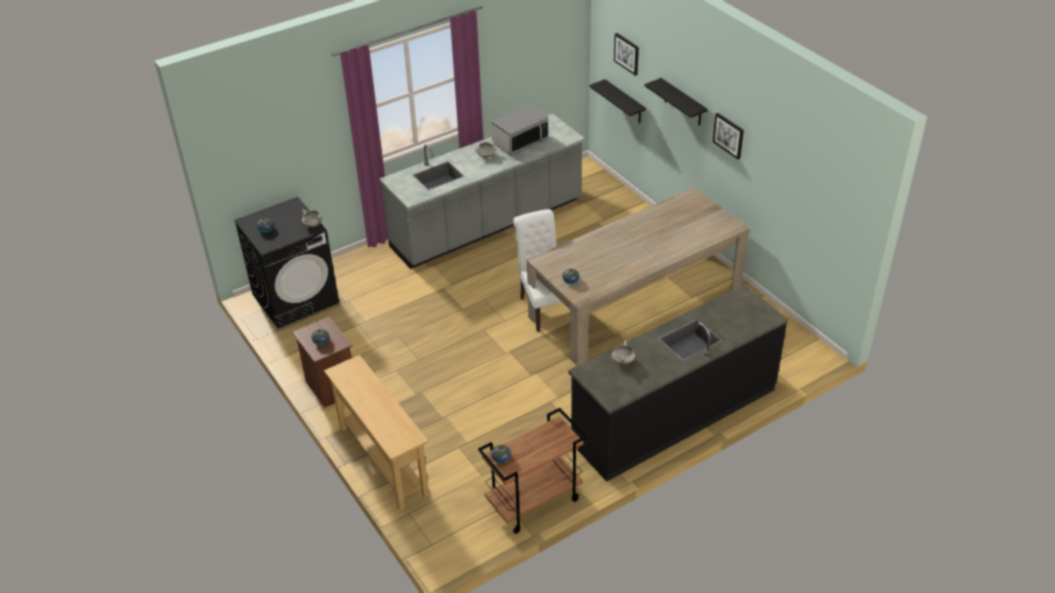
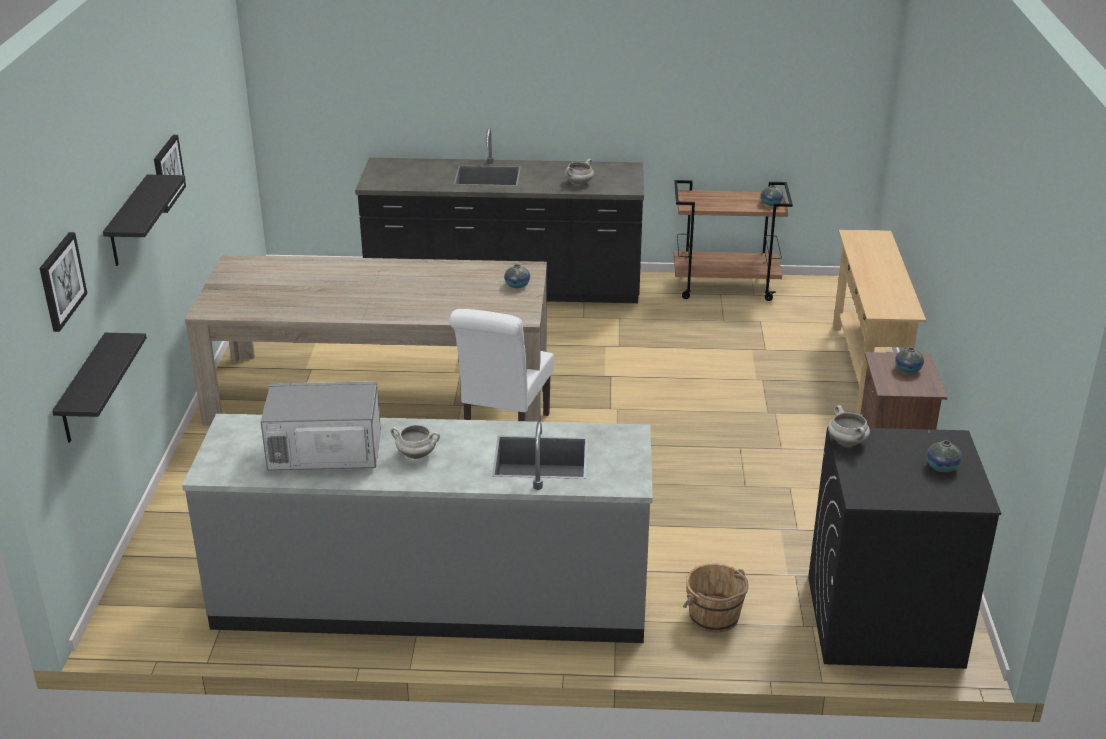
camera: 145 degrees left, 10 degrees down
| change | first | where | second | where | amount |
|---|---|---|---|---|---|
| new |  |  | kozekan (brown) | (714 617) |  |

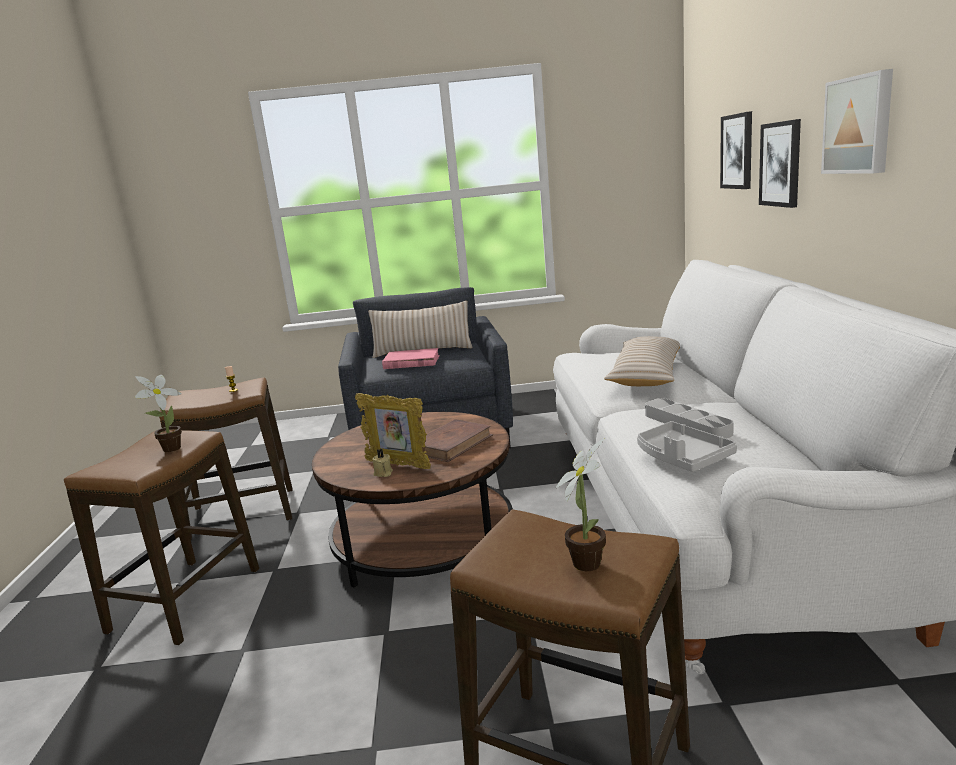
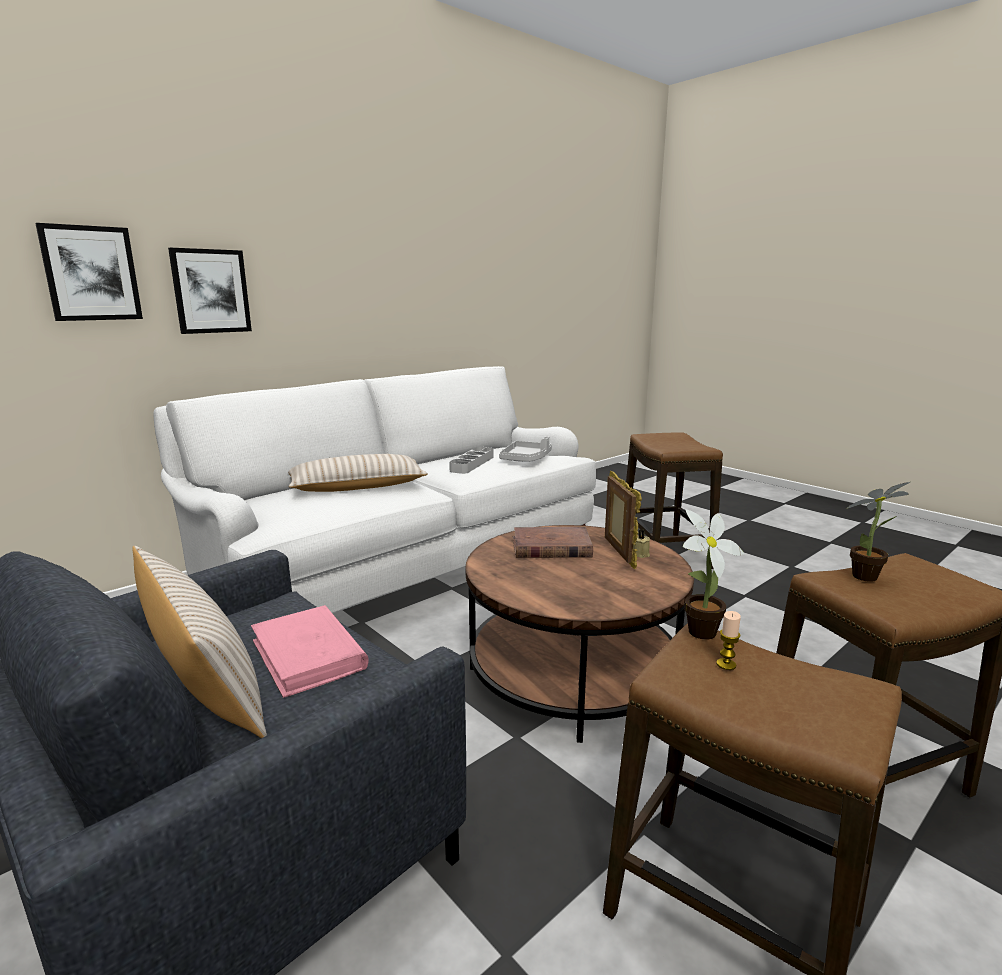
camera: 130 degrees left, 0 degrees up
| change | first | where | second | where | amount |
|---|---|---|---|---|---|
| gone | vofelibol | (859 125) |  |  |  |
| shifted | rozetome | (587 560) |  | (697 633) |  |

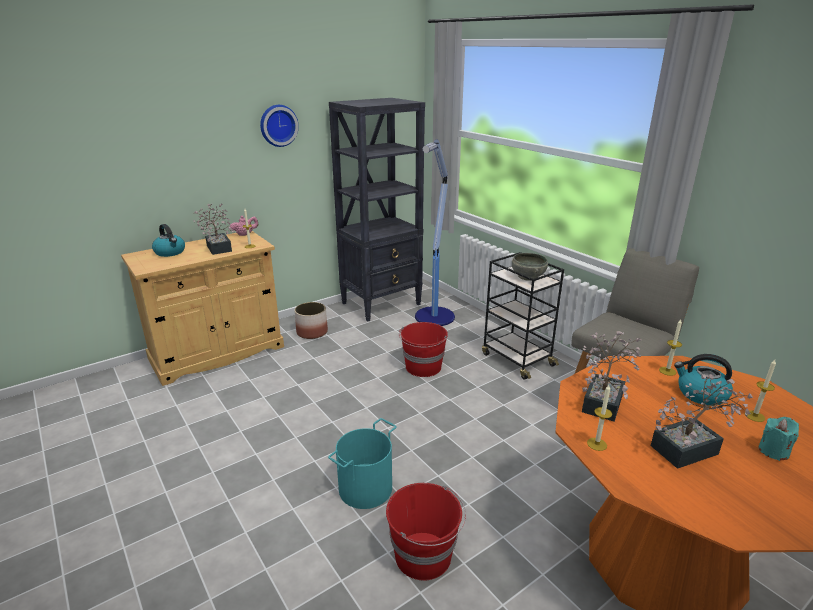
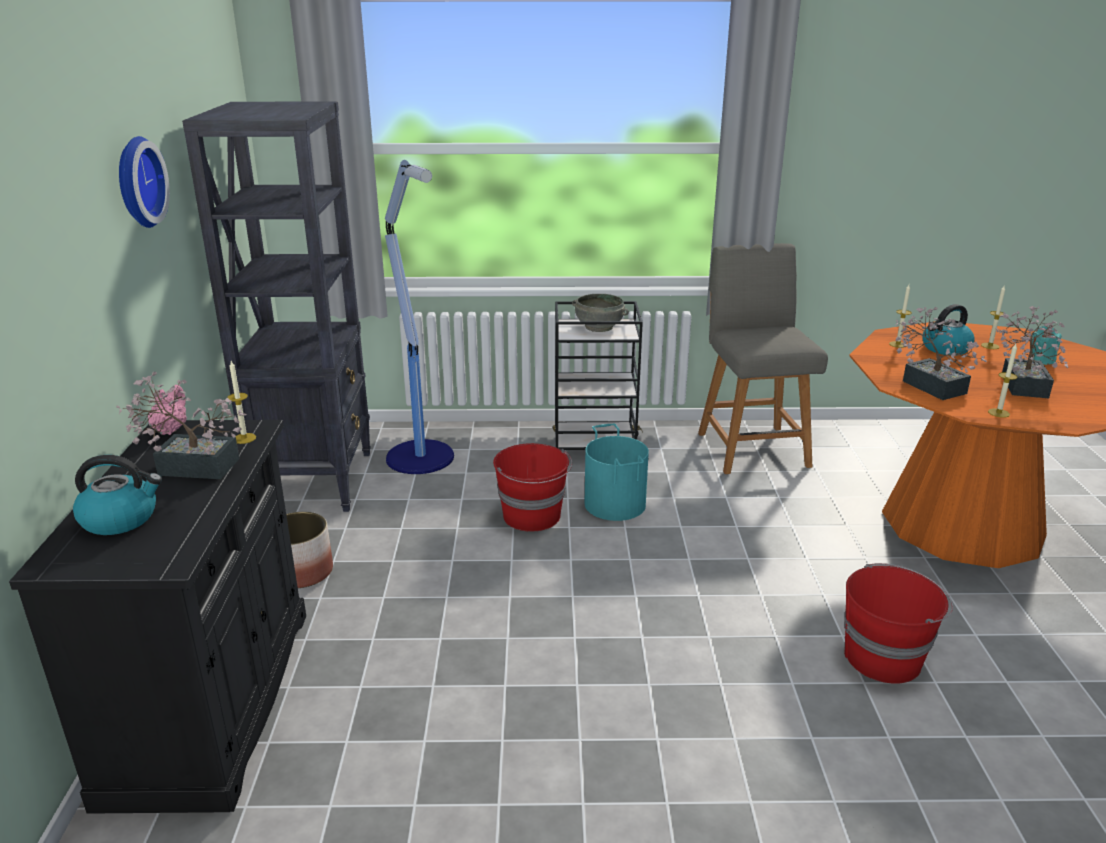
camera: 55 degrees left, 0 degrees up
| change | first | where | second | where | amount |
|---|---|---|---|---|---|
| shifted | kozekan (turquoise) | (366 488) |  | (616 504) |  |
| repainted | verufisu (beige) | (217 353) | verufisu (black) | (212 701) |  |

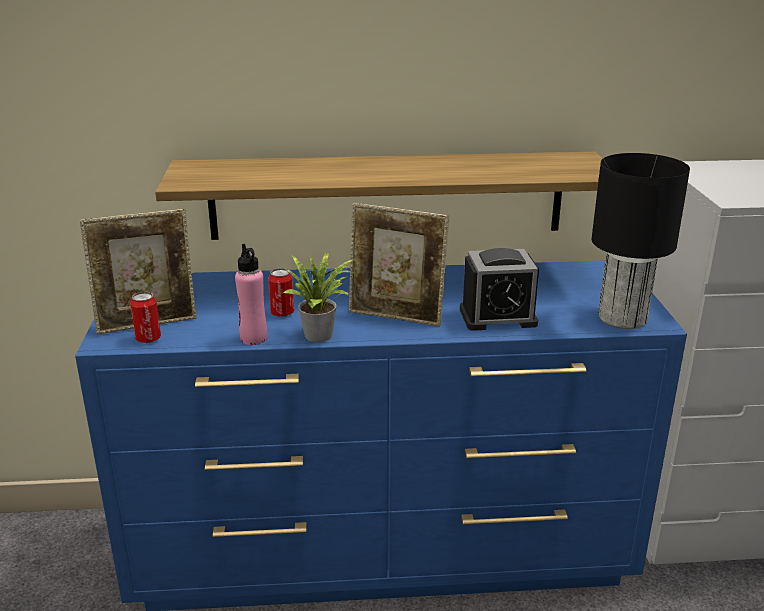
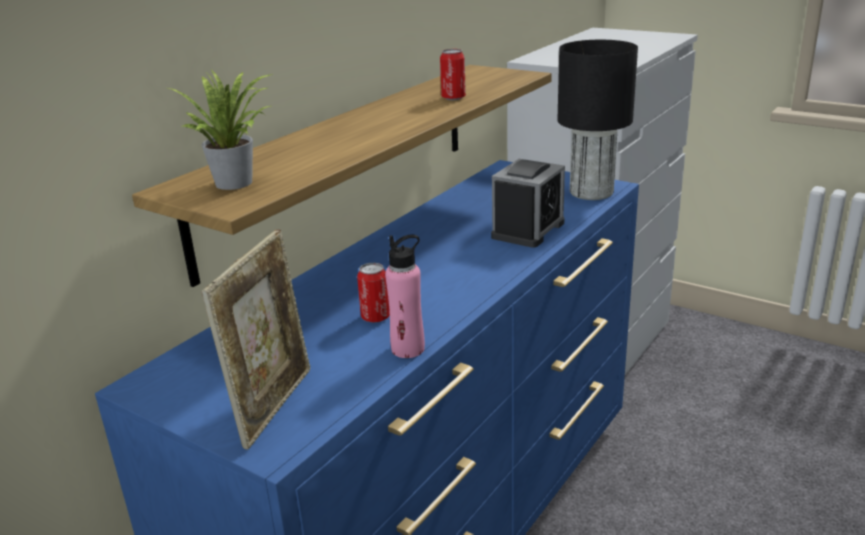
camera: 50 degrees left, 0 degrees up
| change | first | where | second | where | amount |
|---|---|---|---|---|---|
| gone | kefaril | (396 317) |  |  |  |
| shifted | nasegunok | (148 339) |  | (453 98) |  |
| shifted | rozetome | (322 335) |  | (237 181) |  |

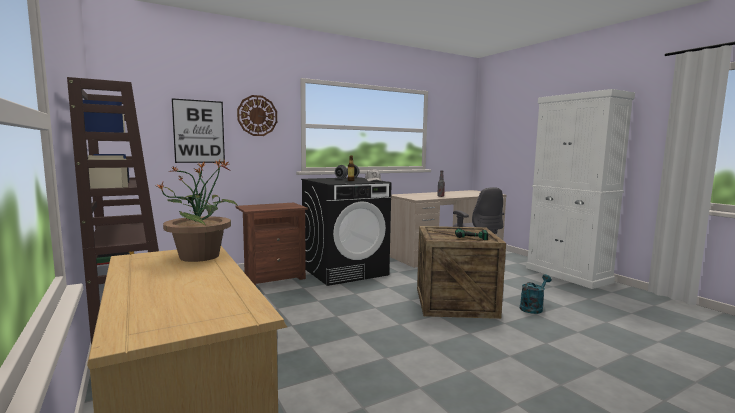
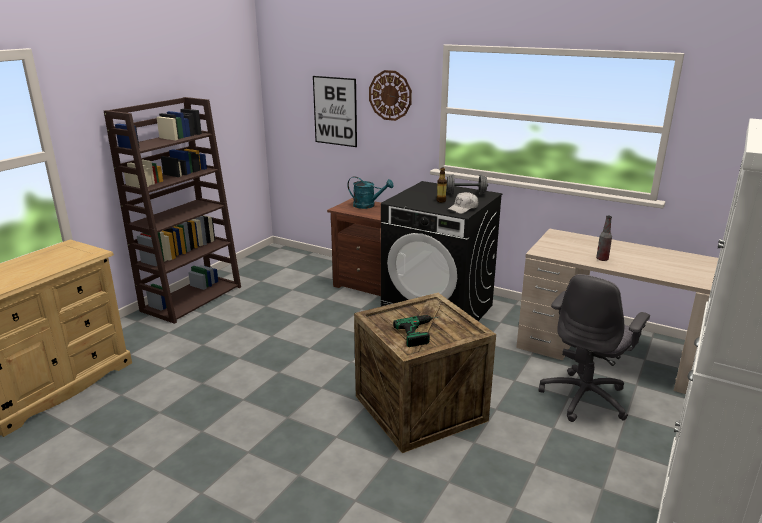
camera: 60 degrees right, 15 degrees up
| change | first | where | second | where | amount |
|---|---|---|---|---|---|
| gone | rozetome | (200 256) |  |  |  |
| shifted | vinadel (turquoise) | (533 308) |  | (368 205) |  |

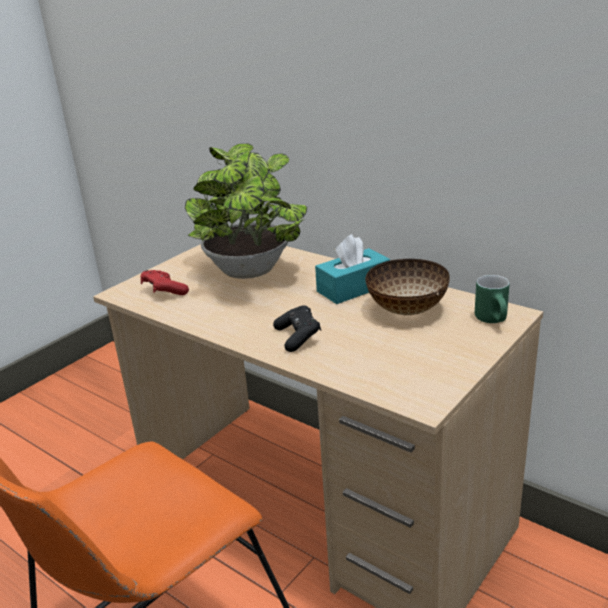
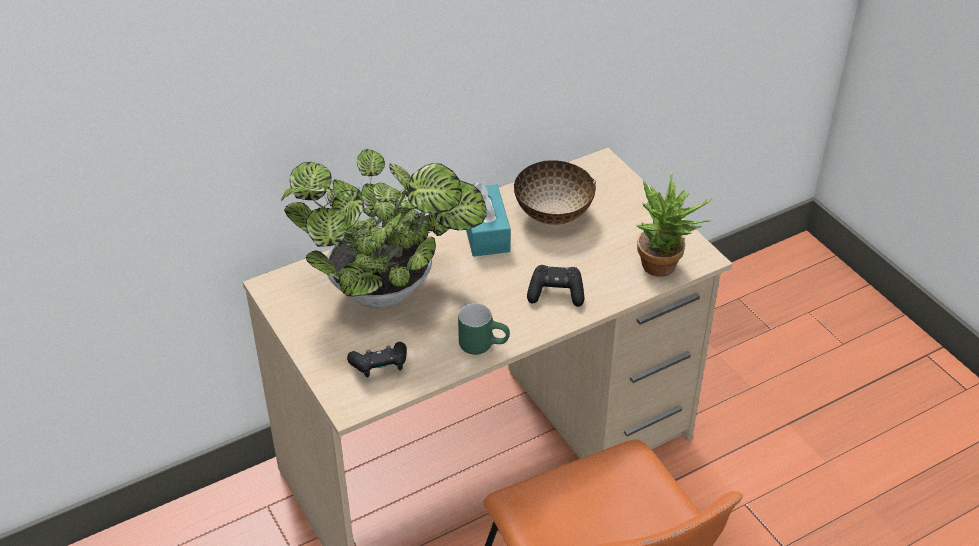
camera: 70 degrees left, 15 degrees up
| change | first | where | second | where | amount |
|---|---|---|---|---|---|
| new |  |  | rozetome | (665 269) |  |
| shifted | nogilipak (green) | (495 320) |  | (484 344) |  |
| repainted | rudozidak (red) | (164 292) | rudozidak (black) | (380 367) |  |

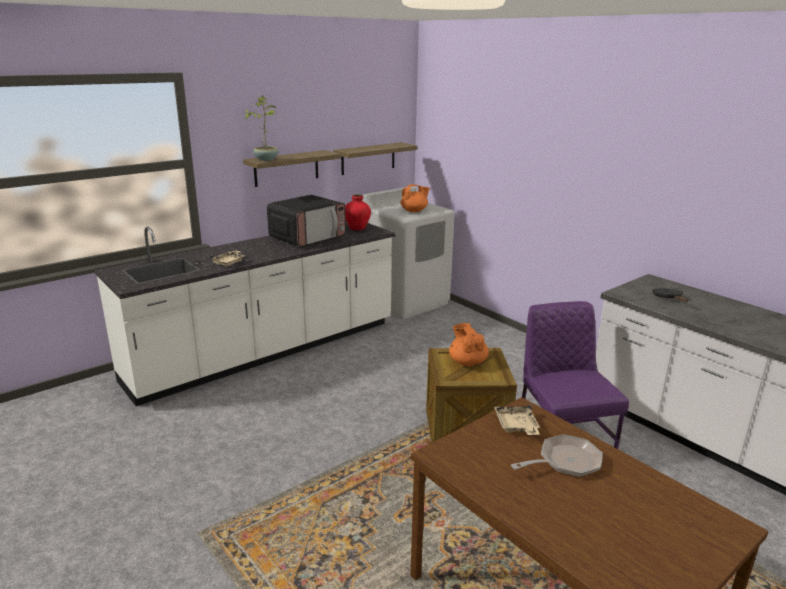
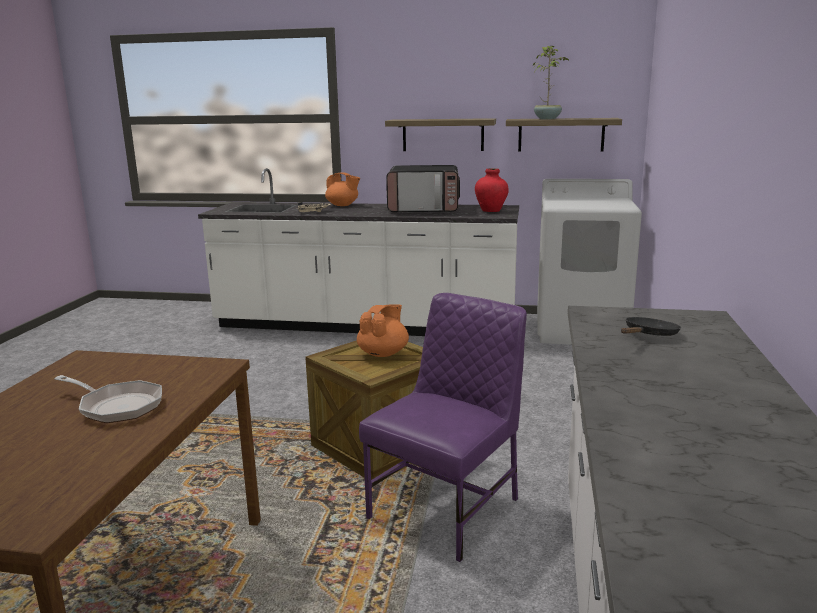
camera: 50 degrees right, 5 degrees down
| change | first | where | second | where | amount |
|---|---|---|---|---|---|
| gone | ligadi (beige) | (516 426) |  |  |  |
| shifted | rozetome | (266 159) |  | (547 118) |  |
| shifted | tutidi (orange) | (414 211) |  | (343 205) |  |

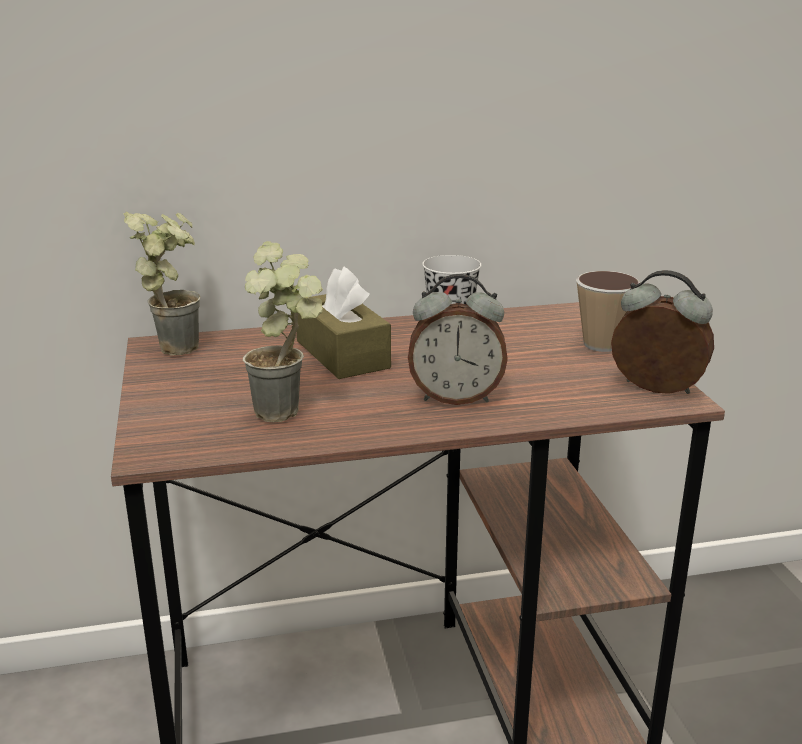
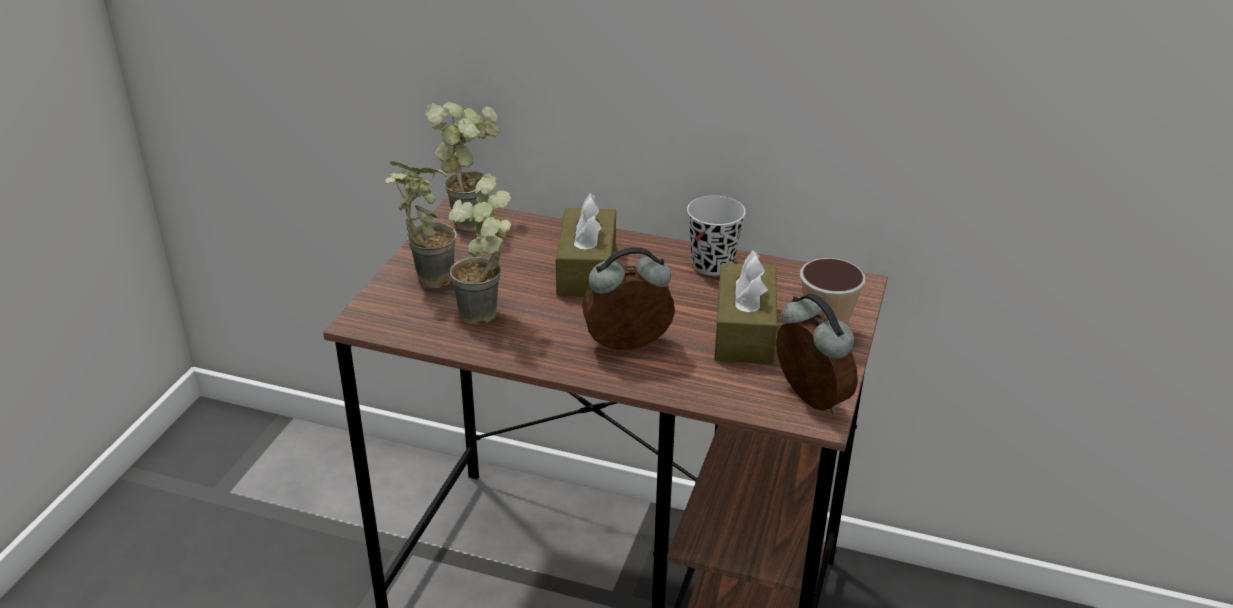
camera: 30 degrees right, 10 degrees up
| change | first | where | second | where | amount |
|---|---|---|---|---|---|
| new |  |  | rozetome | (424 278) |  |
| new |  |  | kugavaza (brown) | (744 331) |  |
| rotated | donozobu | (456 397) |  | (628 347) | 135 degrees clockwise |

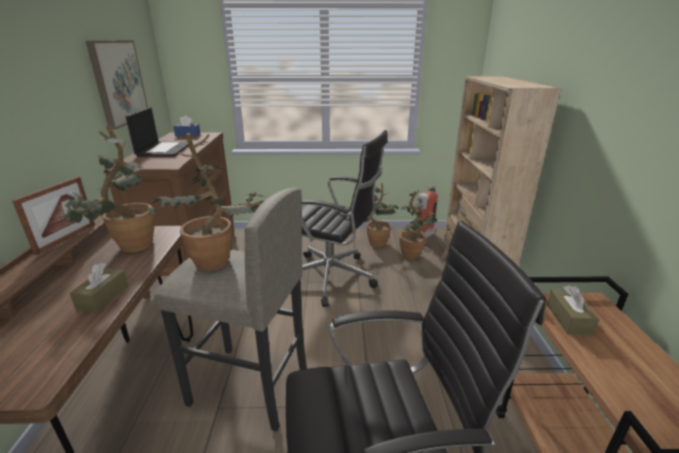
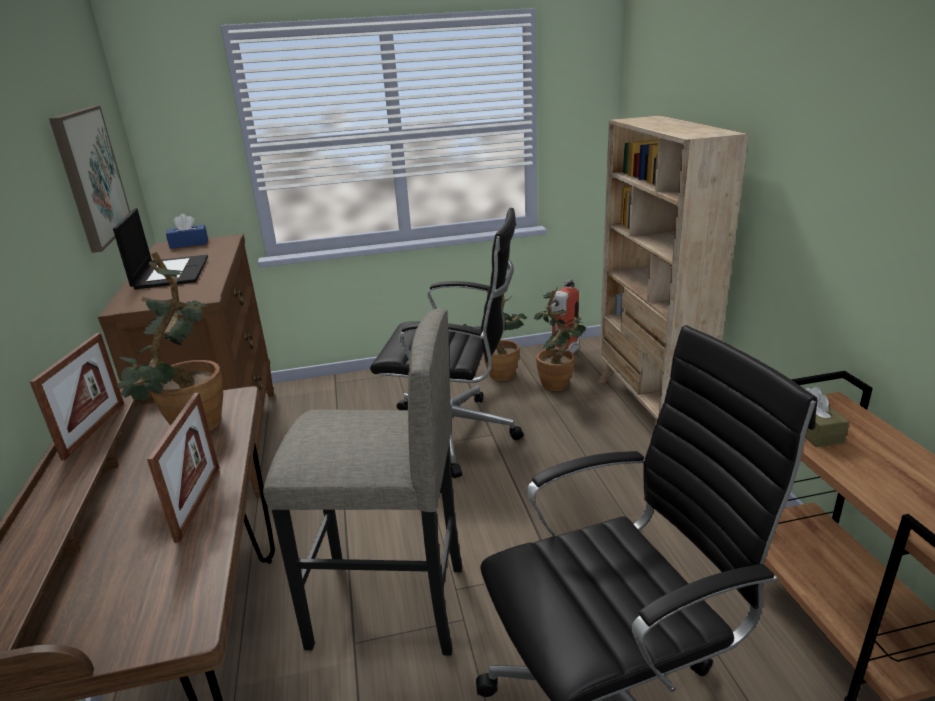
camera: 10 degrees left, 0 degrees up
| change | first | where | second | where | amount |
|---|---|---|---|---|---|
| gone | rozetome | (220 263) |  |  |  |
| swapped | kugavaza (brown) | (103 297) | kefaril | (198 502) |  |

